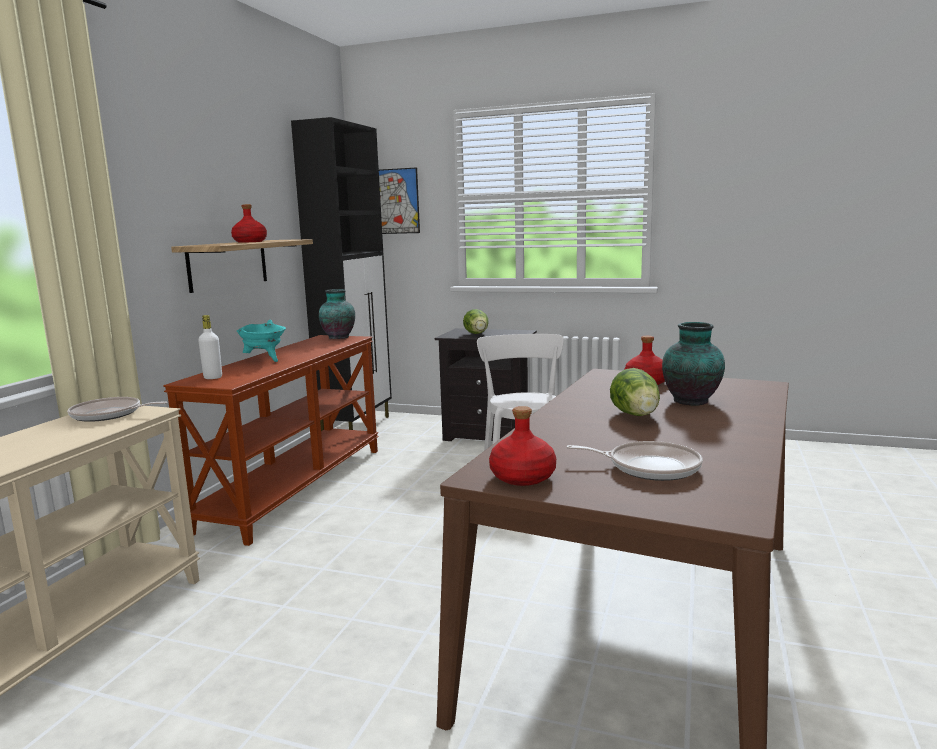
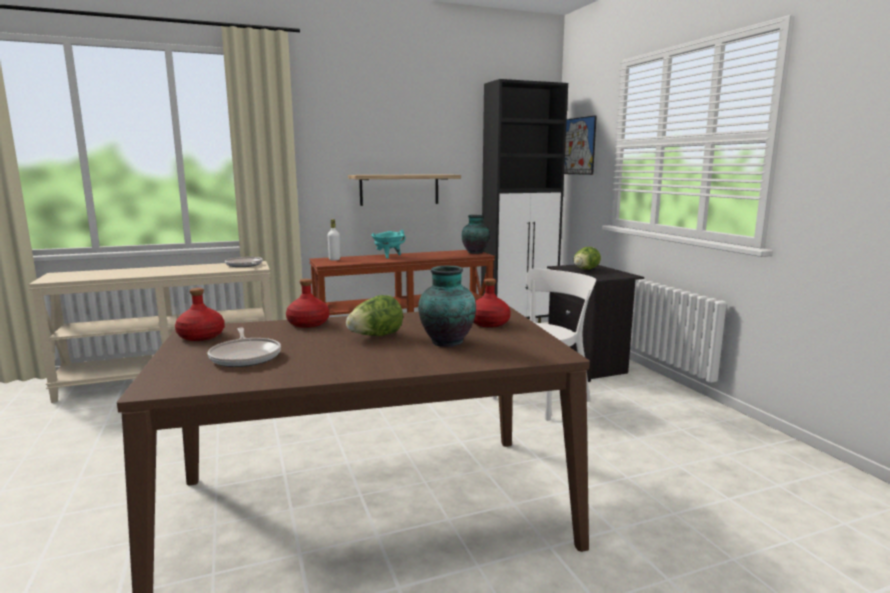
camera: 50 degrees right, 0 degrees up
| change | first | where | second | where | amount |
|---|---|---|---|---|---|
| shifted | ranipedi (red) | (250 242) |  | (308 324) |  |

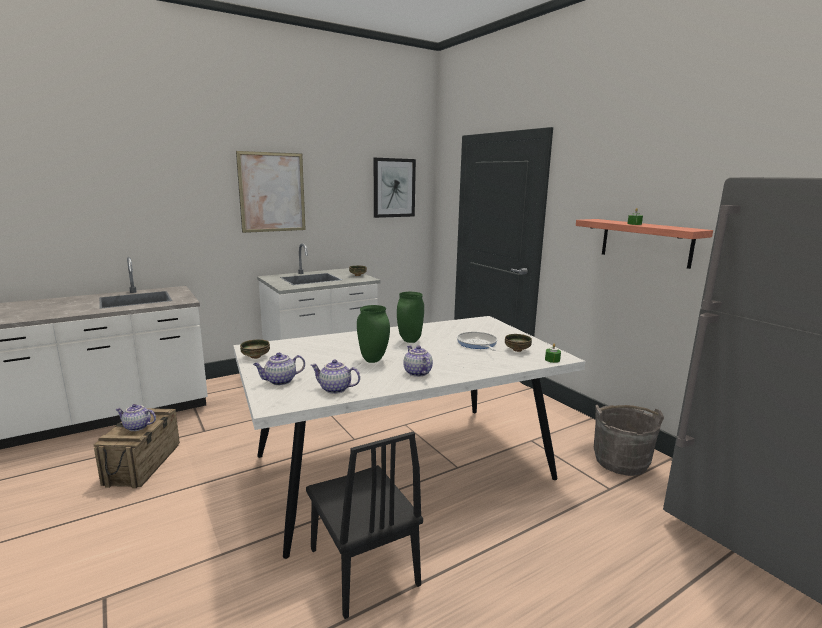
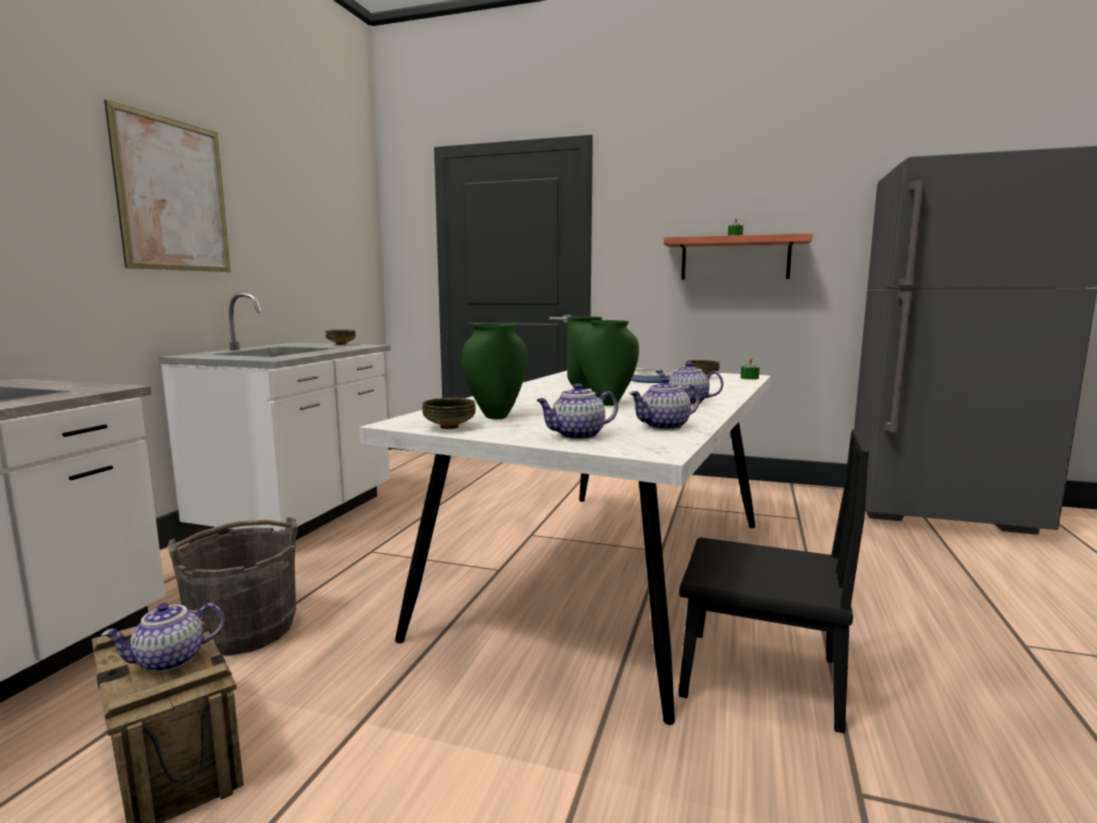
camera: 40 degrees left, 5 degrees down
| change | first | where | second | where | amount |
|---|---|---|---|---|---|
| gone | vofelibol | (394 188) |  |  |  |
| new |  |  | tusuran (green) | (495 416) |  |
| shifted | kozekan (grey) | (620 461) |  | (244 630) |  |
| rotated | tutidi | (280 381) |  | (577 435) | 45 degrees clockwise |

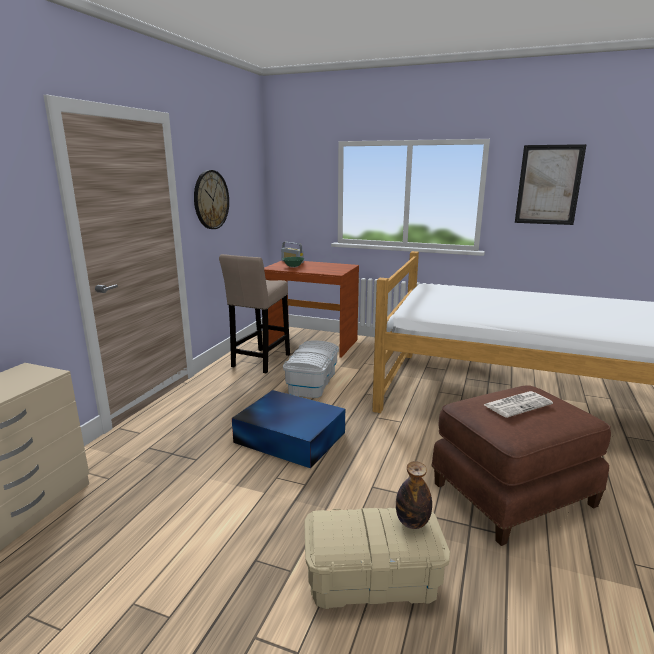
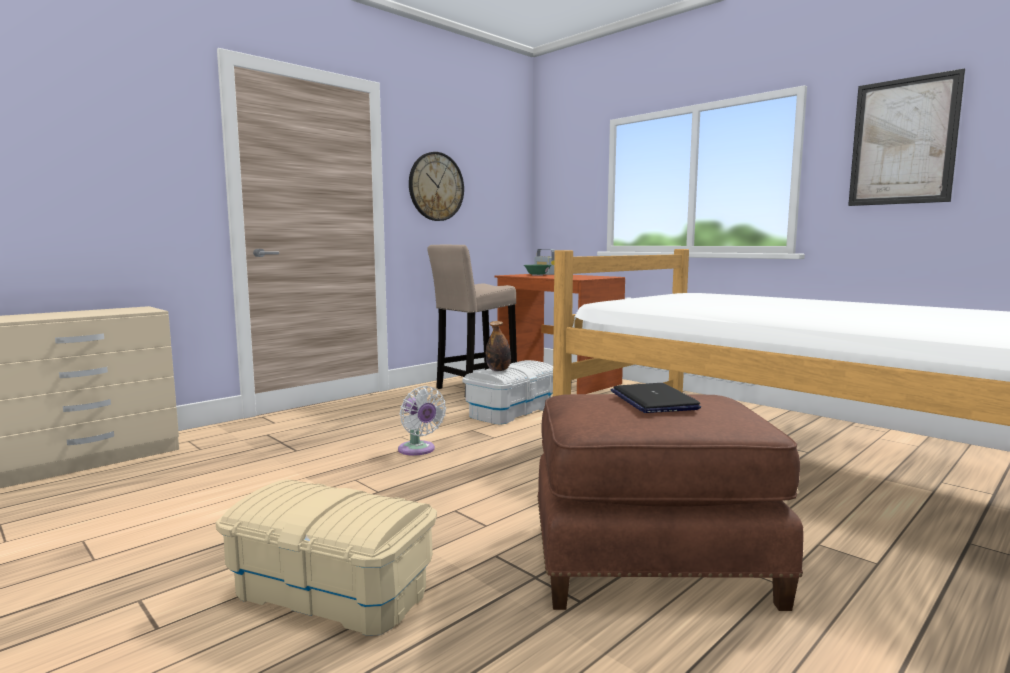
camera: 25 degrees right, 10 degrees down
| change | first | where | second | where | amount |
|---|---|---|---|---|---|
| shifted | ranipedi | (412 522) |  | (498 370) |  |
| swapped | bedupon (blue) | (289 436) | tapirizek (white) | (418 450) |  |
| swapped | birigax | (517 404) | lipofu | (653 400) |  |

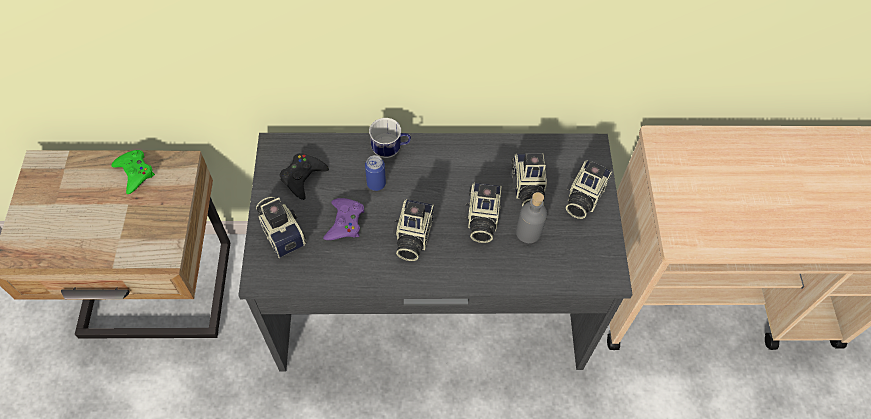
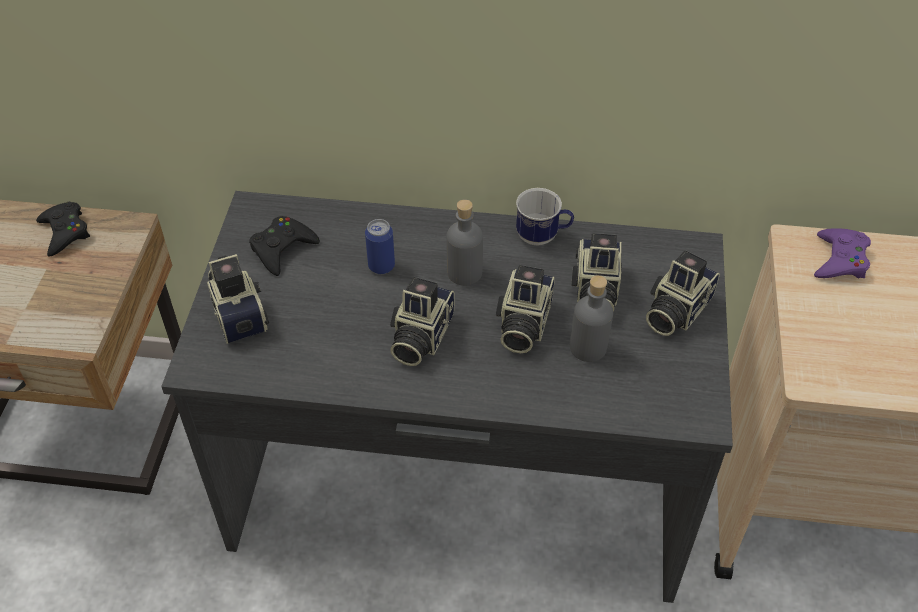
camera: 10 degrees right, 10 degrees down
| change | first | where | second | where | amount |
|---|---|---|---|---|---|
| new |  |  | ranipedi (grey) | (464 272) |  |
| shifted | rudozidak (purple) | (345 222) |  | (840 260) |  |
| shifted | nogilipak | (390 150) |  | (542 237) |  |
| repainted | rudozidak (green) | (135 173) | rudozidak (black) | (65 232) |  |

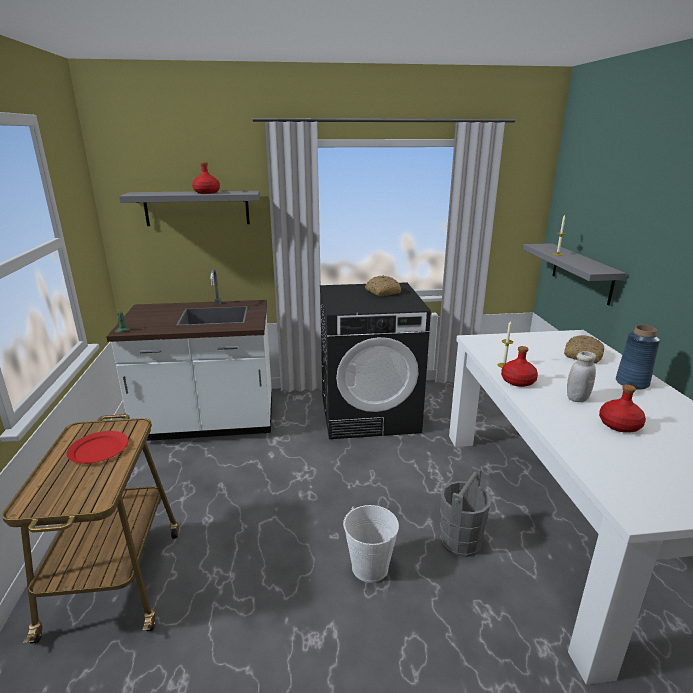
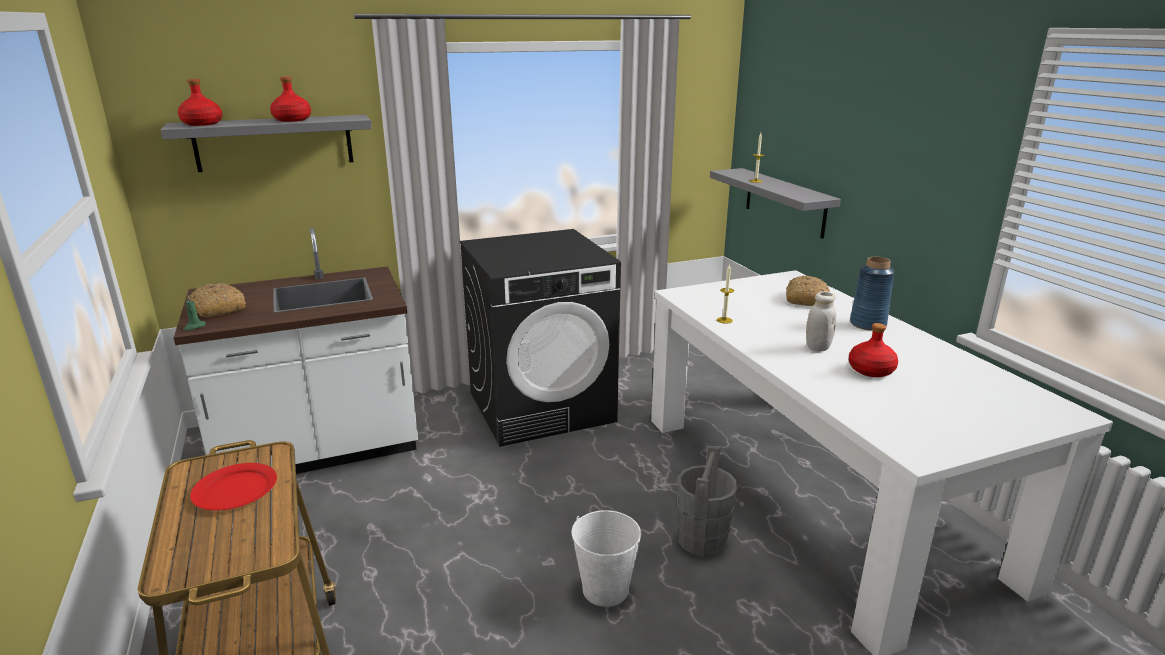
camera: 15 degrees left, 0 degrees up
| change | first | where | second | where | amount |
|---|---|---|---|---|---|
| shifted | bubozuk | (382 292) |  | (217 309) |  |
| shifted | ranipedi (red) | (517 381) |  | (201 124) |  |

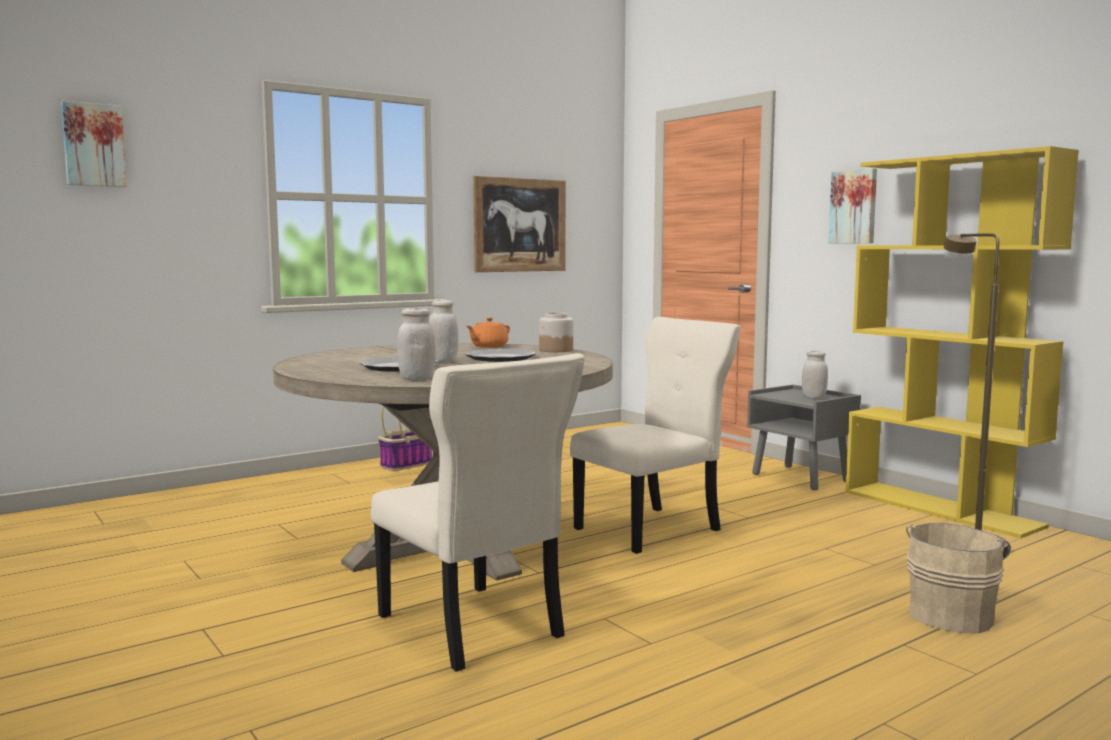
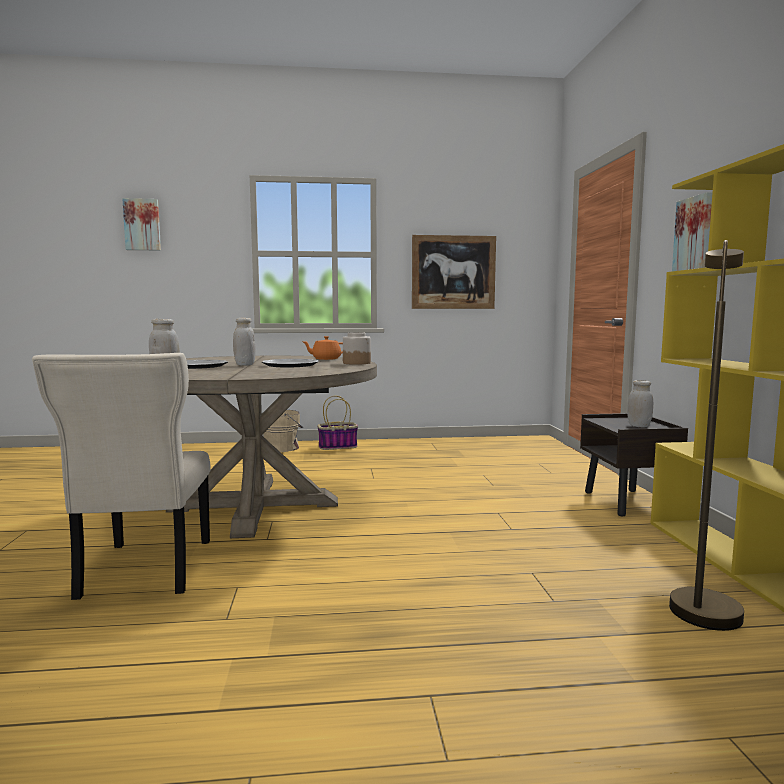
camera: 30 degrees right, 0 degrees up
| change | first | where | second | where | amount |
|---|---|---|---|---|---|
| gone | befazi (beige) | (652 529) |  |  |  |
| shifted | kozekan (beige) | (951 615) |  | (283 448) |  |
| repainted | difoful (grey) | (801 478) | difoful (brown) | (628 503) |  |

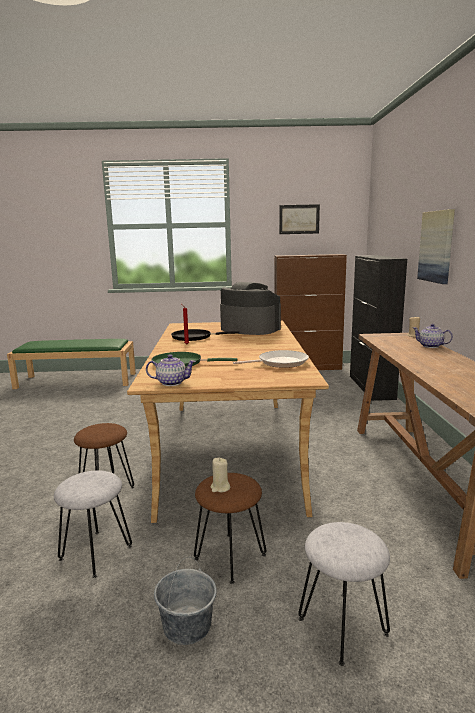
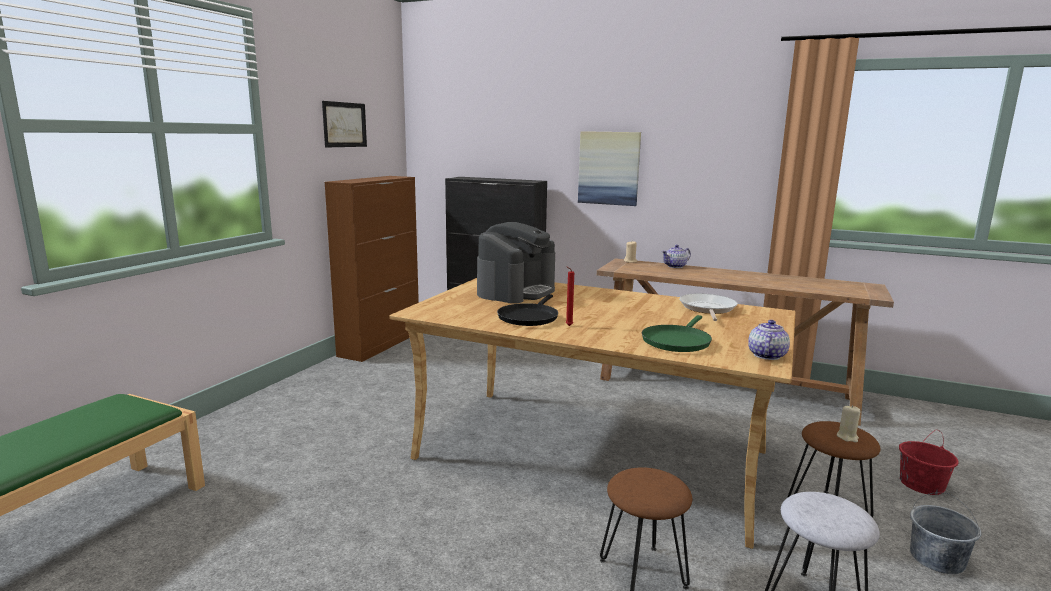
camera: 65 degrees left, 0 degrees up
| change | first | where | second | where | amount |
|---|---|---|---|---|---|
| swapped | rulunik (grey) | (343 627) | kozekan (red) | (922 484) |  |
| rotated | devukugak | (249 329) |  | (516 291) | 150 degrees clockwise |

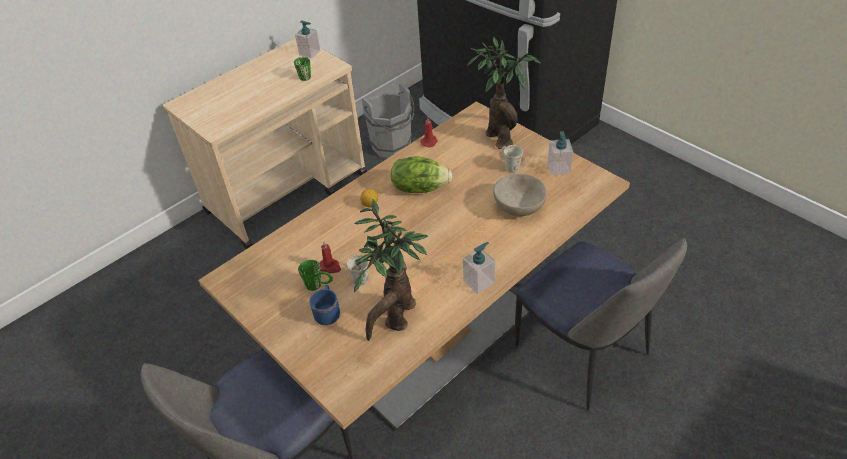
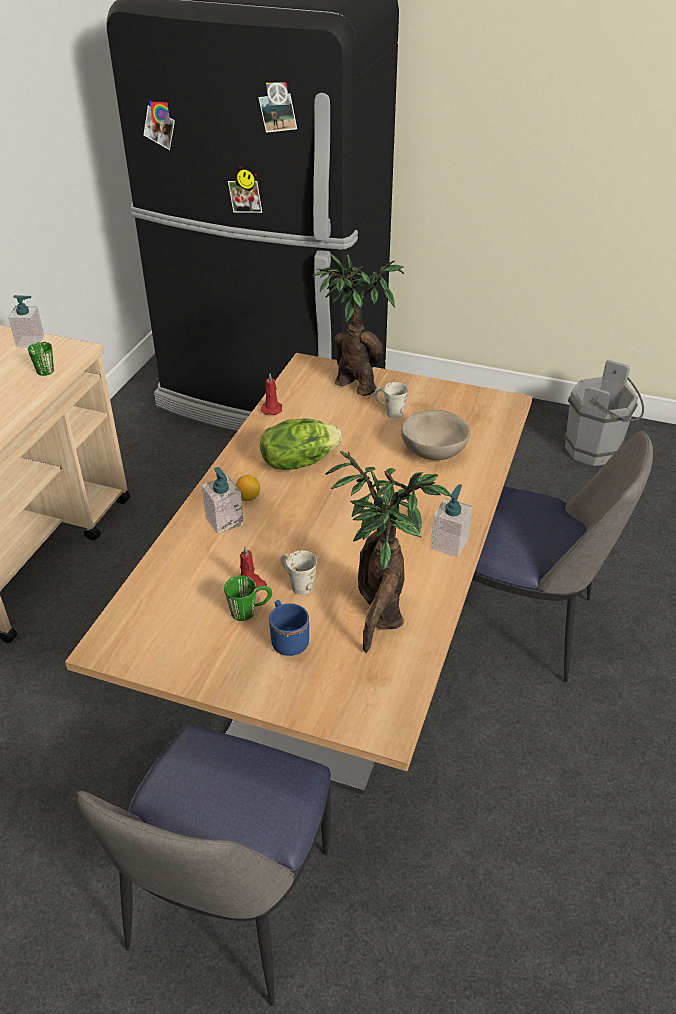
camera: 30 degrees left, 5 degrees down
| change | first | where | second | where | amount |
|---|---|---|---|---|---|
| shifted | kozekan (grey) | (393 148) |  | (596 451) |  |
| shifted | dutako | (559 168) |  | (224 521) |  |

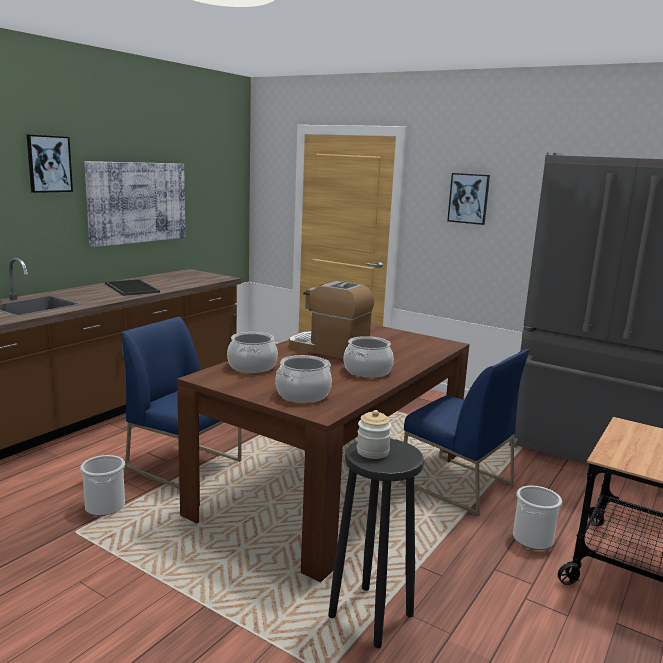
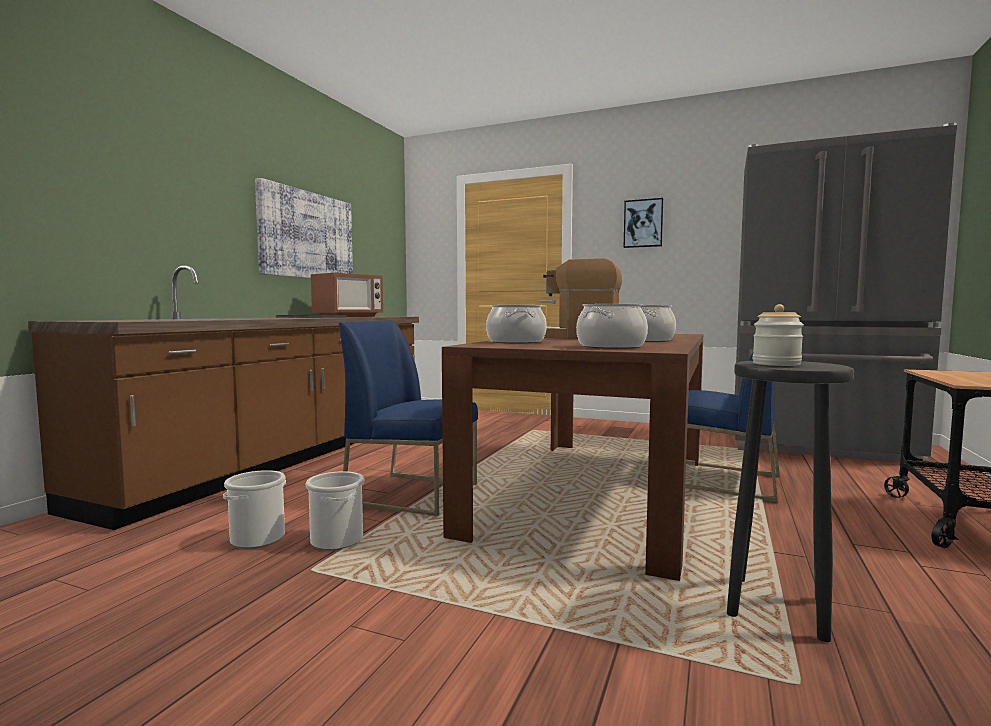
camera: 10 degrees left, 10 degrees down
| change | first | where | second | where | amount |
|---|---|---|---|---|---|
| gone | vofelibol | (49 164) |  |  |  |
| new |  |  | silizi | (348 316) |  |
| shifted | kozekan | (532 539) |  | (257 539) |  |

